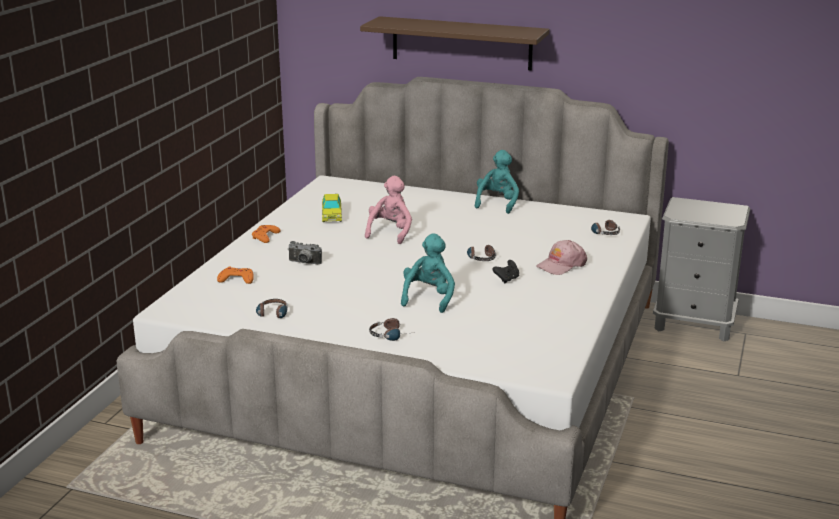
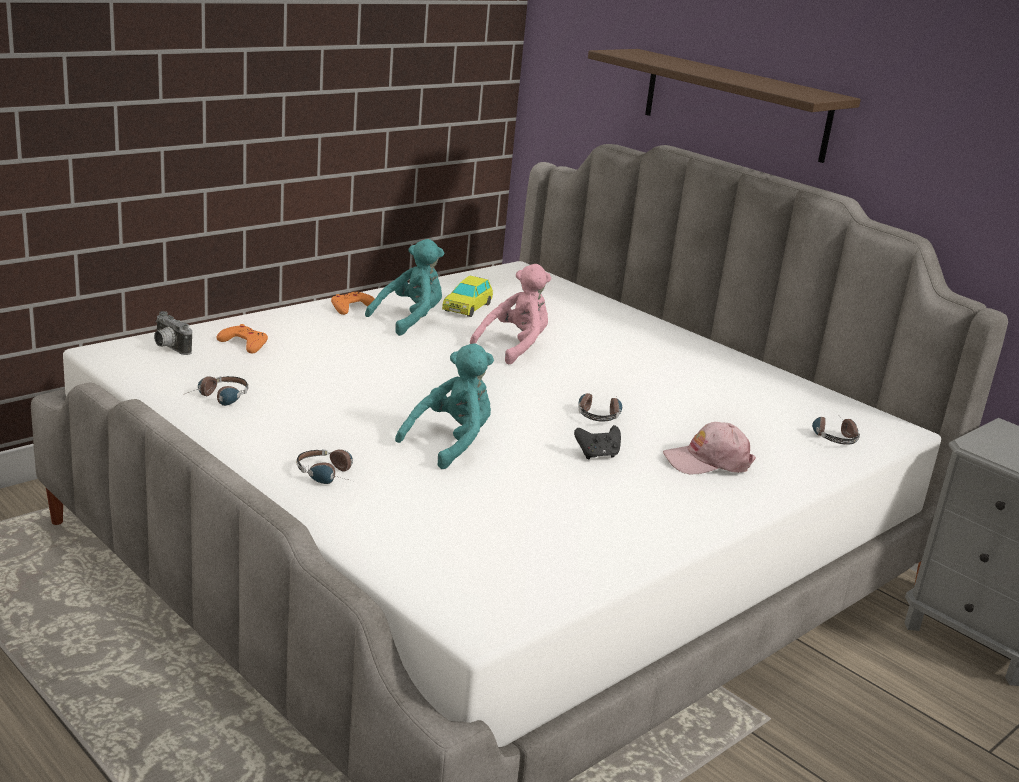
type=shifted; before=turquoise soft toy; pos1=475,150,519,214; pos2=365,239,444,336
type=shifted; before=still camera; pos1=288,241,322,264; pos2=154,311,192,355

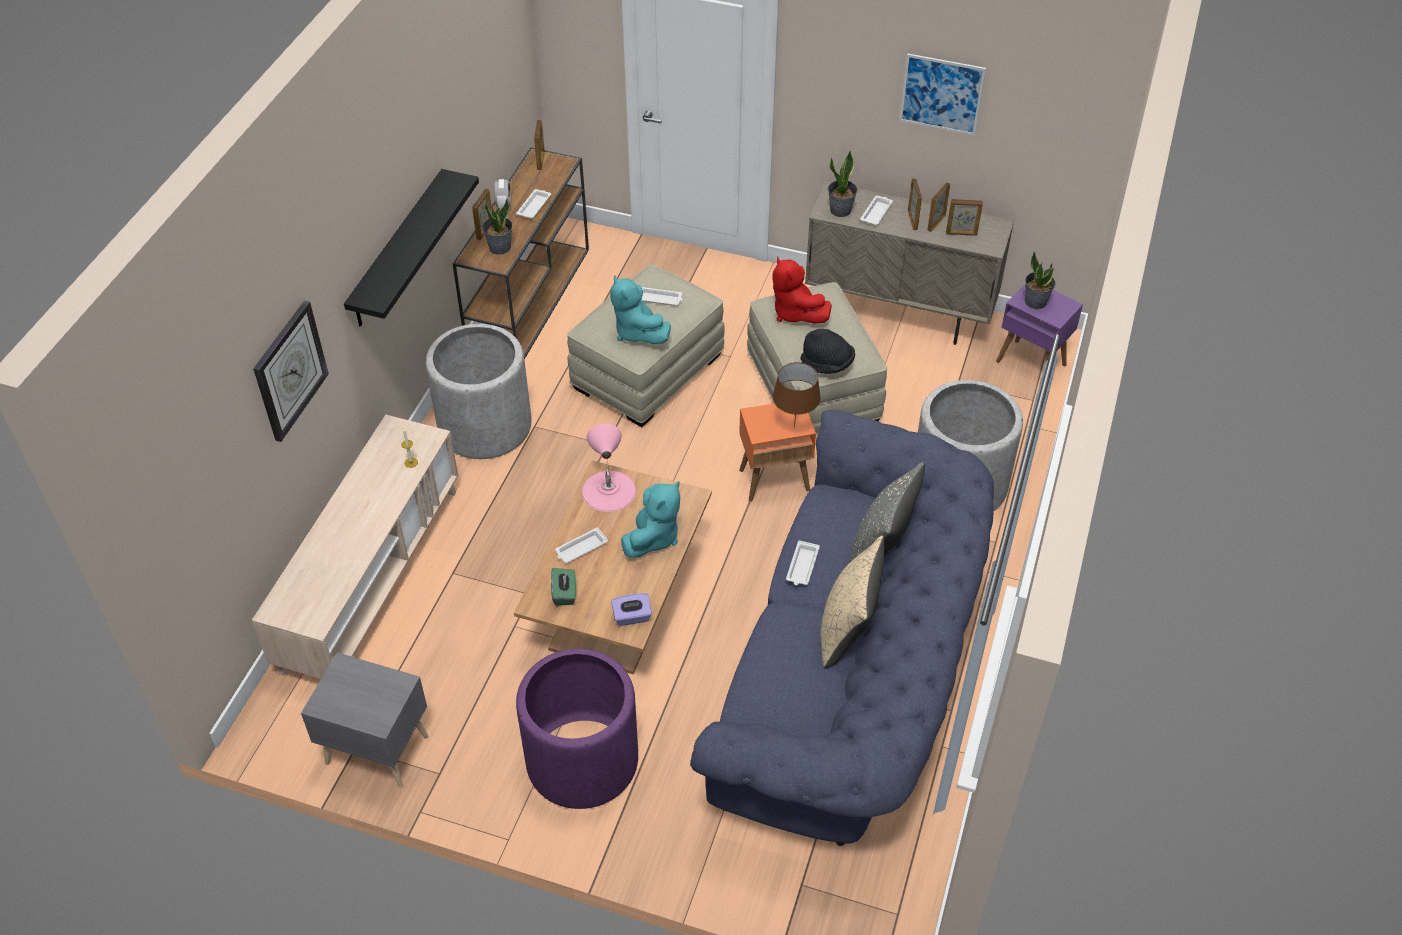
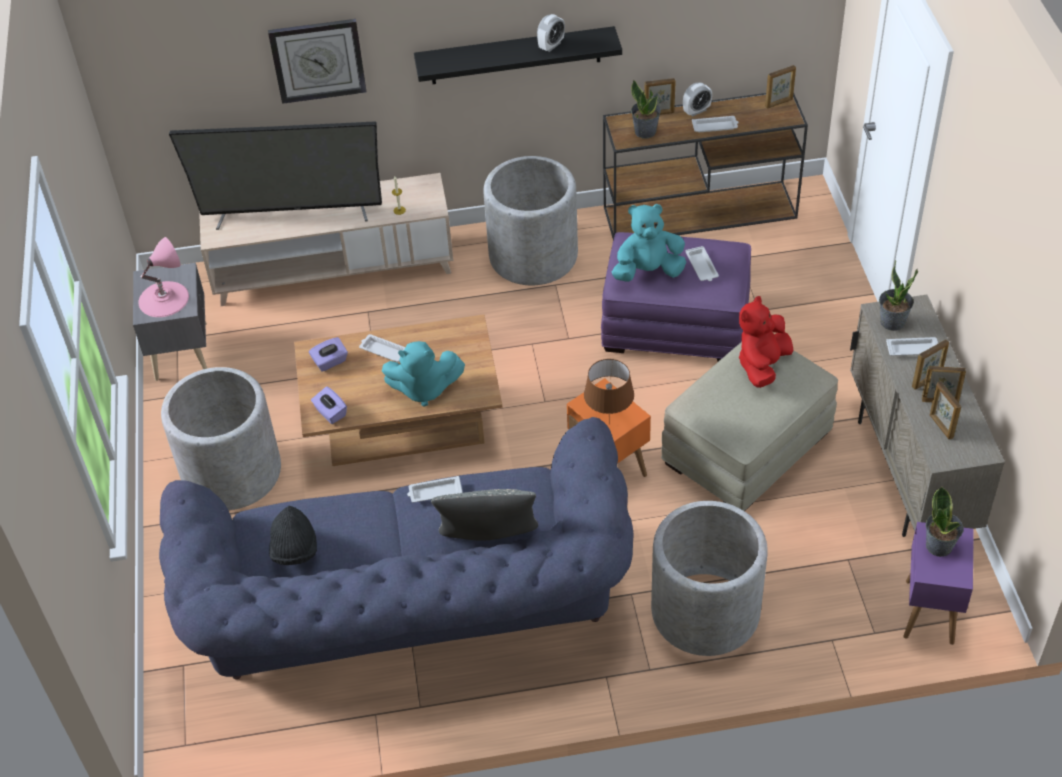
type=gone; before=wall art; pos1=899,53,986,136
type=repainted; before=beige-coloured ottoman; after=purplish ottoman; pos1=567,265,725,427; pos2=601,232,751,362
type=rotated; before=turquoise soft toy; pos1=610,275,671,344; pos2=612,204,686,282; turn=45
type=shifted; before=black clothing hat; pos1=800,329,855,374; pos2=269,506,317,565
type=shifted; before=pinkish table lamp; pos1=582,424,636,512; pos2=138,237,189,317
type=gone; before=beige-coloured pillow; pos1=821,536,885,669
type=repainted; before=green-coloured tissue box; after=purplish tissue box; pos1=551,568,576,606; pos2=309,337,348,372
type=repainted; before=purplish plant pot; after=greyish plant pot; pos1=516,649,638,809; pos2=161,367,281,510
type=new; after=alarm clock; pos2=537,14,565,52
type=new; after=TV set; pos2=169,121,382,230

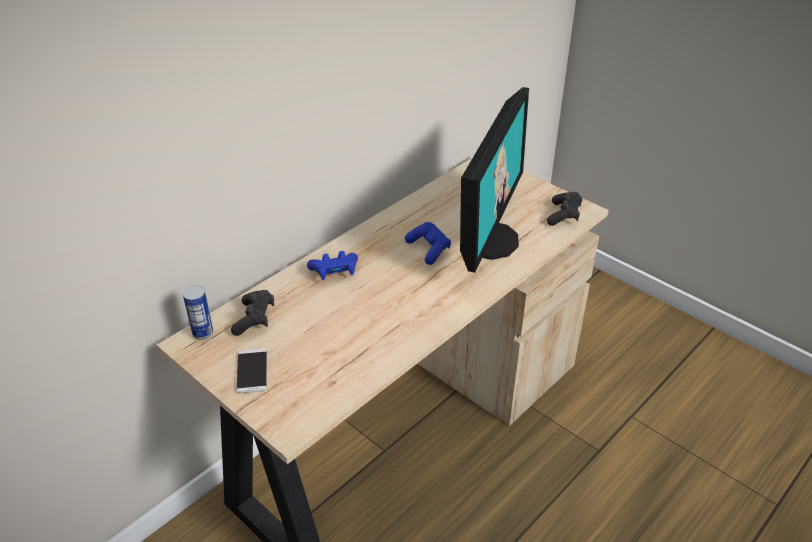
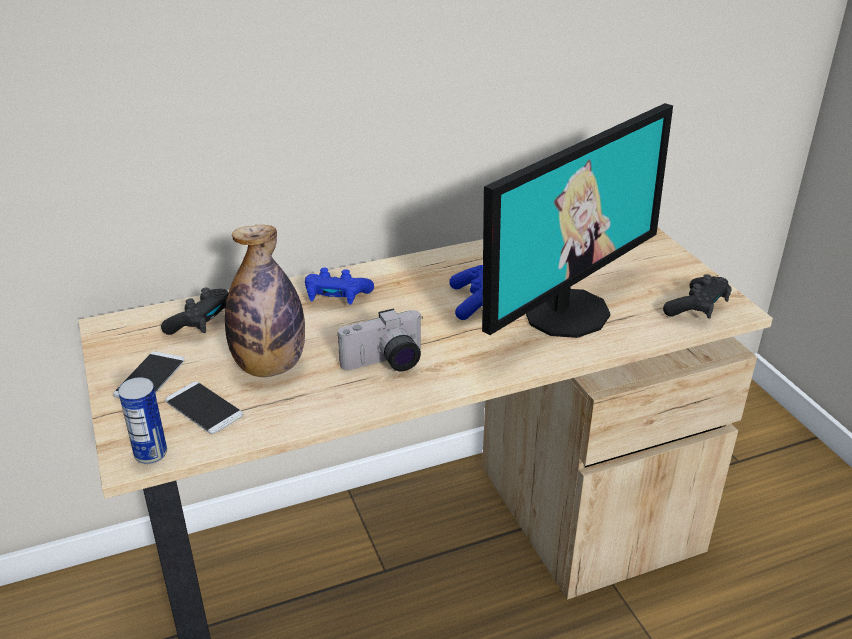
type=shifted; before=can; pos1=183,285,213,340; pos2=118,377,167,464
type=new; after=drink bottle; pos2=225,225,305,377
type=new; after=still camera; pos2=338,309,423,371
type=new; after=telephone; pos2=165,382,243,434

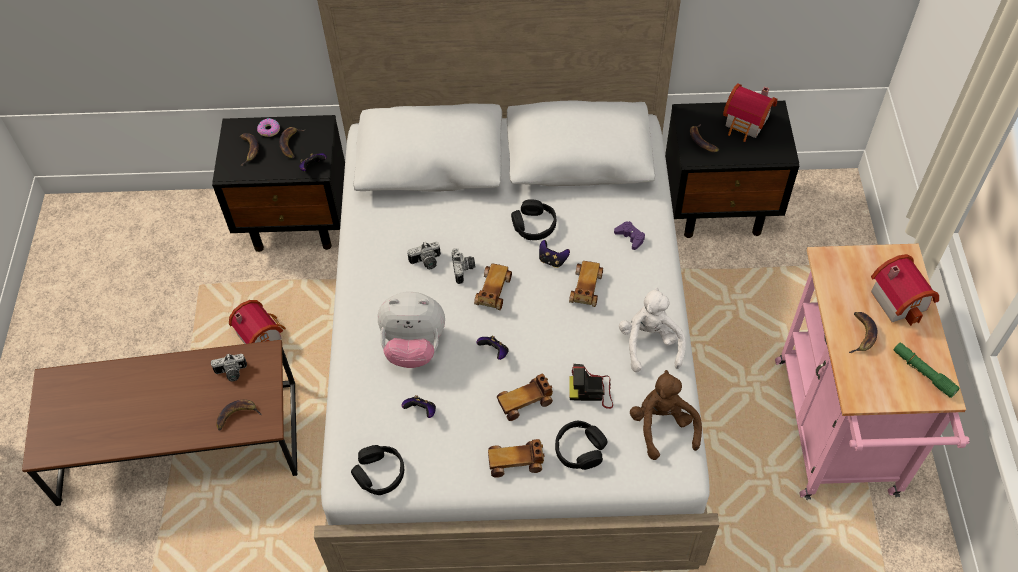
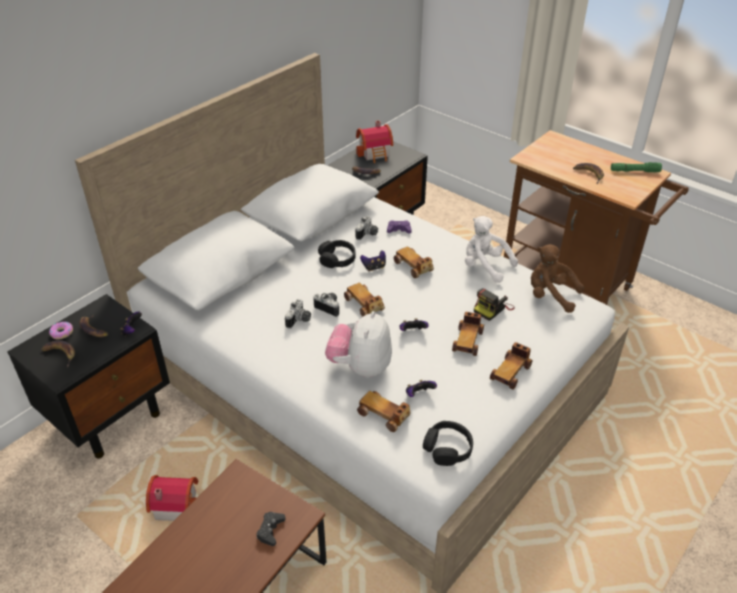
type=repainted; before=pinkish wheeled cart; after=brown-coloured wheeled cart; pos1=775,244,969,500; pos2=504,130,689,305
type=gone; before=toy house; pos1=871,254,939,326
type=rotated; before=soft toy; pos1=378,292,445,368; pos2=325,311,392,378; turn=150
type=shifted; before=still camera; pos1=211,354,247,381; pos2=355,216,378,240
type=swapped; before=whole banana; after=black joypad; pos1=216,400,262,430; pos2=256,512,286,546
type=gone; before=black headphones; pos1=555,420,607,470
type=new; after=toy car; pos2=357,391,411,432

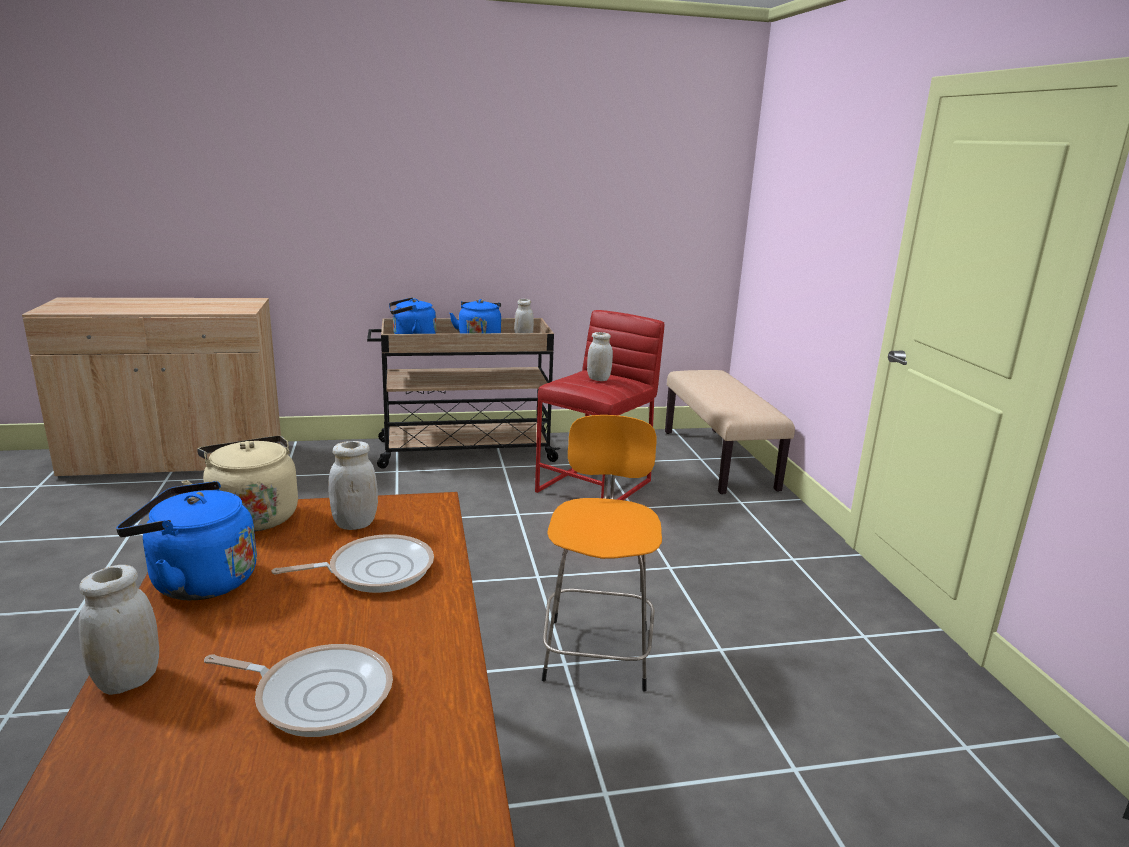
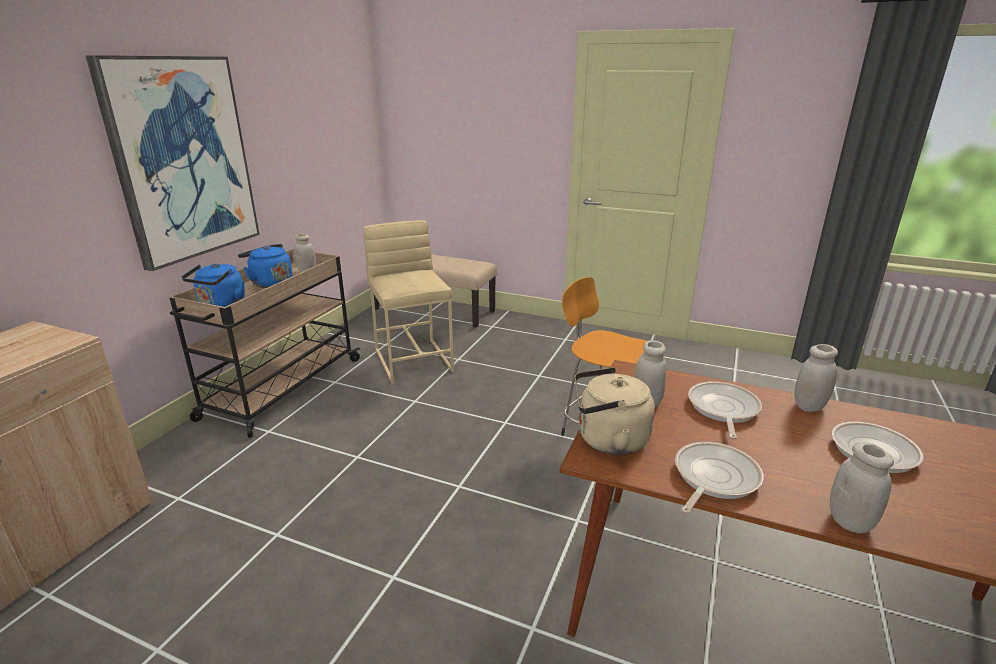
type=repainted; before=red stool seat; after=beige-coloured stool seat; pos1=535,310,664,500; pos2=363,220,454,384
type=shifted; before=whitish jar; pos1=587,332,613,381; pos2=794,344,838,412
type=swapped; before=bluish kettle; after=pan; pos1=116,481,257,600; pos2=675,442,764,514
type=new; after=wall art; pos2=85,55,260,271

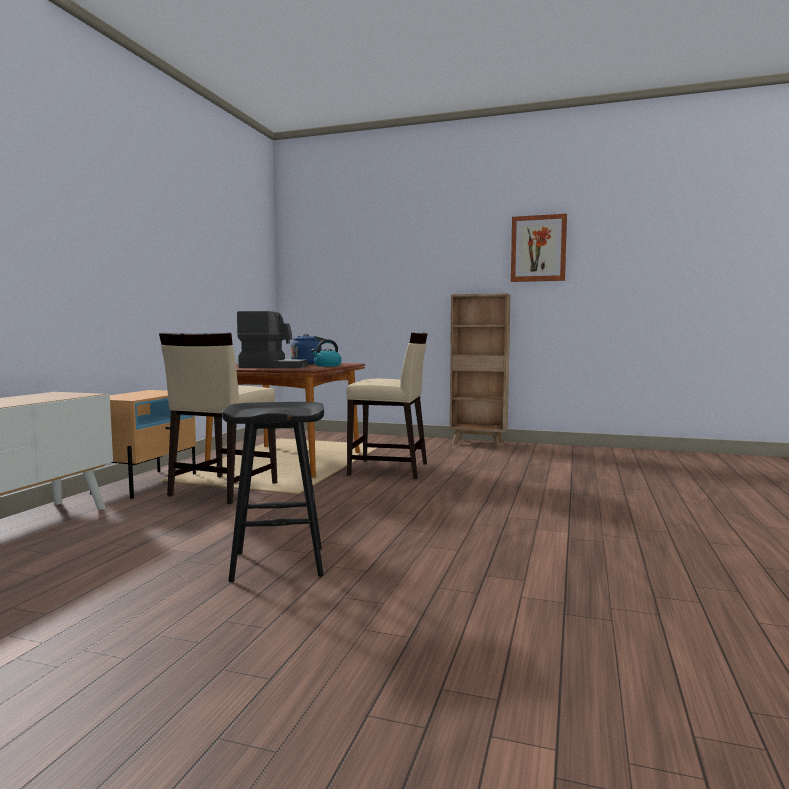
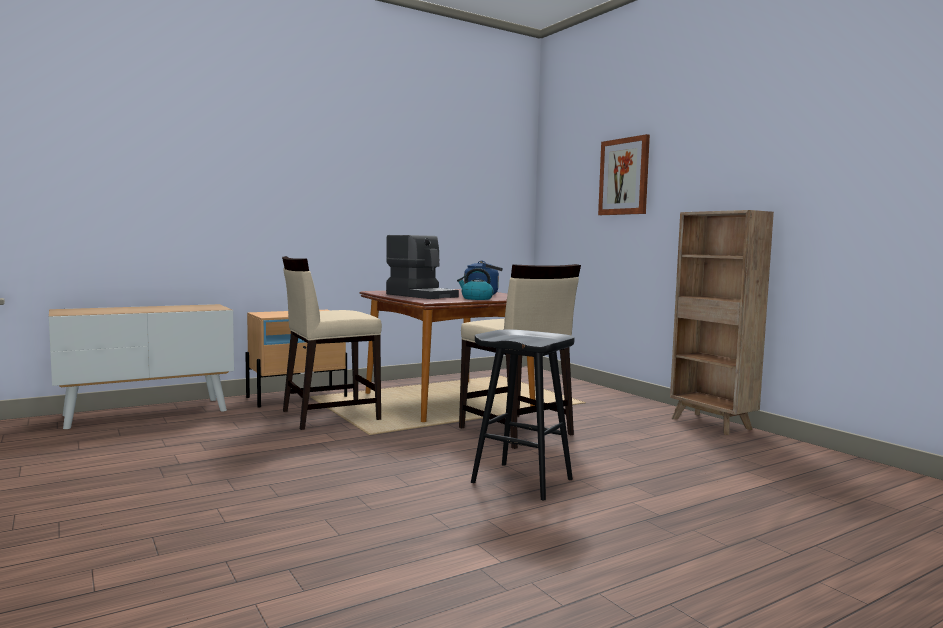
type=shifted; before=wall art; pos1=511,214,567,282; pos2=598,134,650,215
type=shifted; before=black stool seat; pos1=222,402,324,582; pos2=471,329,575,500

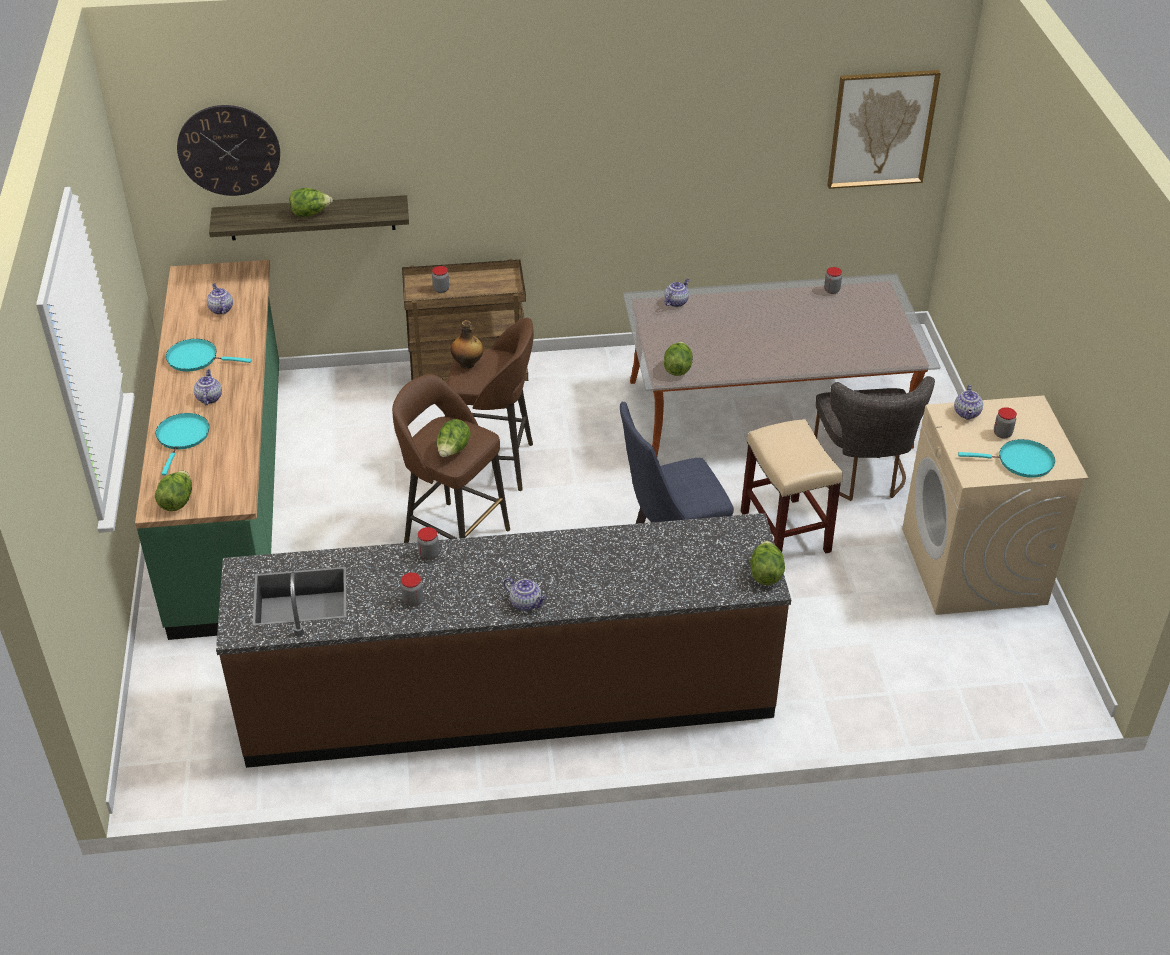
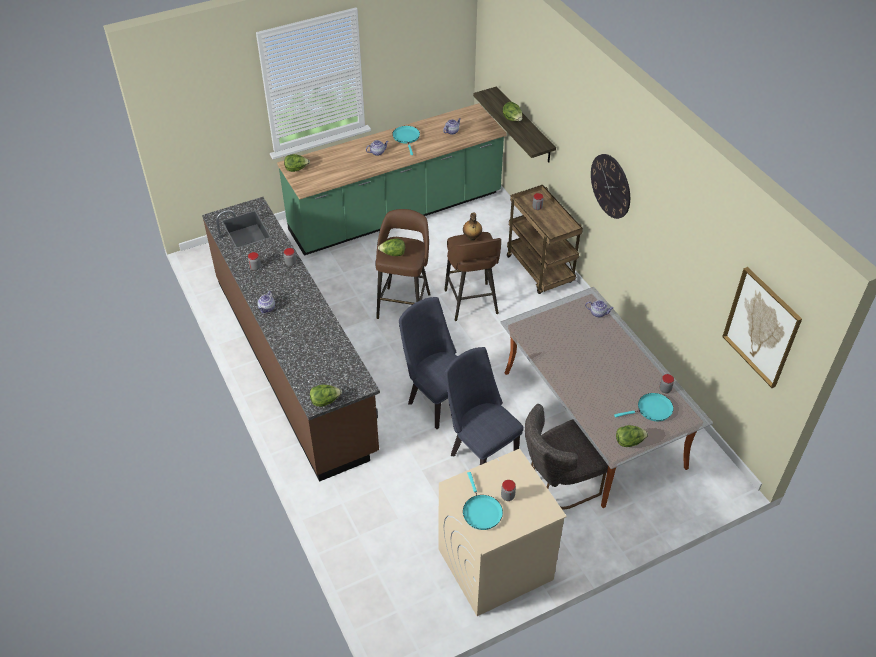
type=shifted; before=wall clock; pos1=177,105,280,196; pos2=591,154,630,219
type=shifted; before=head of lettuce; pos1=664,342,693,376; pos2=616,425,648,447
type=gone; before=tea pot; pos1=954,385,983,420
type=shifted; before=turquoise pan; pos1=156,413,209,475; pos2=614,393,673,421
type=swapped; before=beige-coloured stool seat; after=bluish plain chair; pos1=741,419,843,554; pos2=445,347,524,465

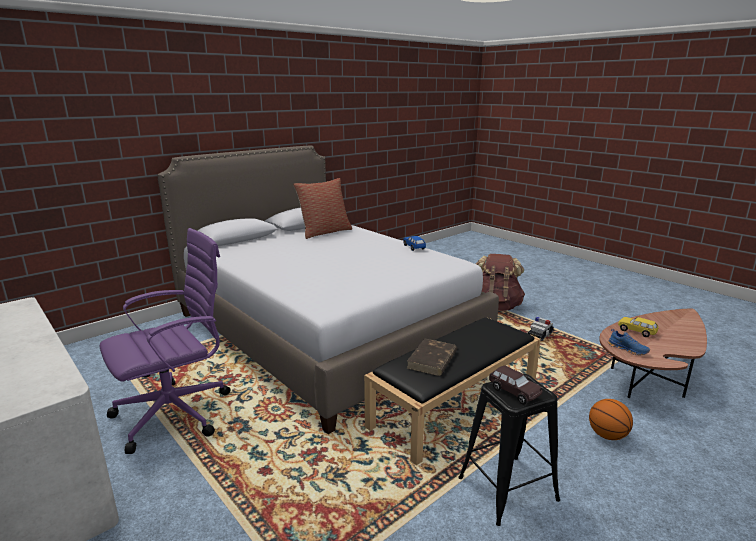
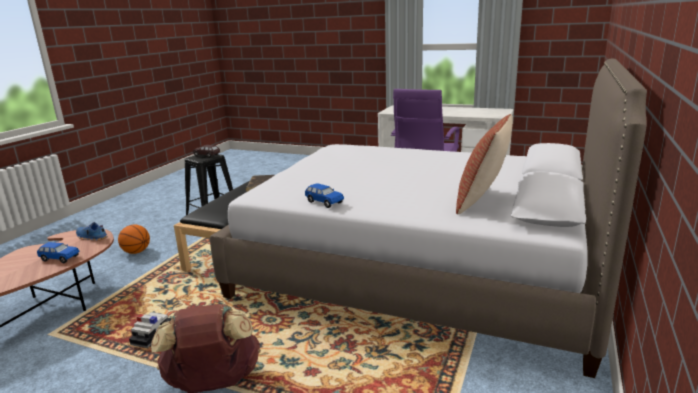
type=repainted; before=yellow toy car; after=bluish toy car; pos1=618,317,659,337; pos2=37,242,79,263

